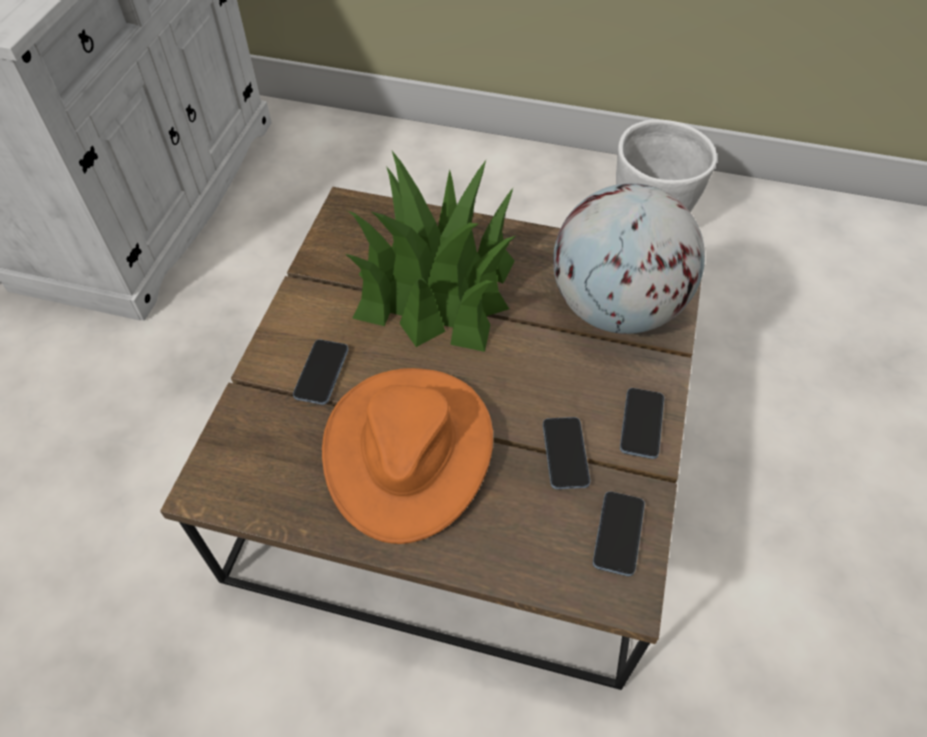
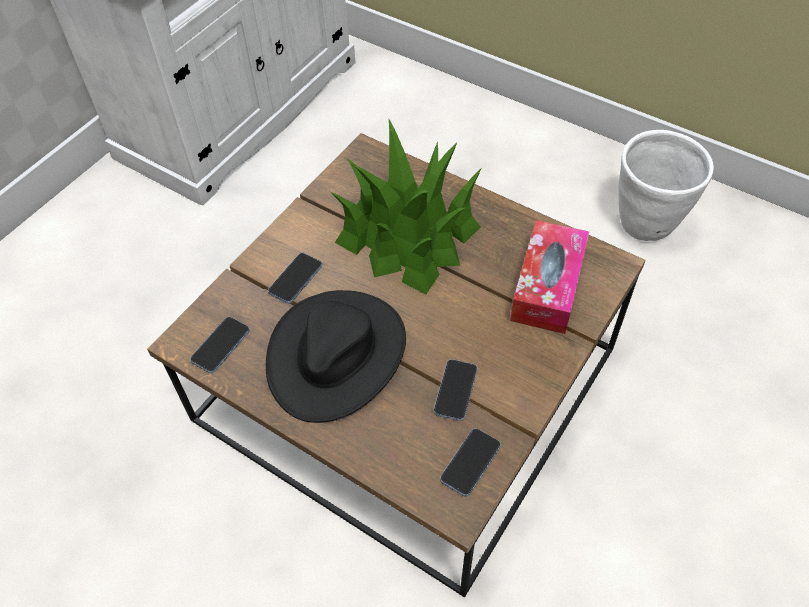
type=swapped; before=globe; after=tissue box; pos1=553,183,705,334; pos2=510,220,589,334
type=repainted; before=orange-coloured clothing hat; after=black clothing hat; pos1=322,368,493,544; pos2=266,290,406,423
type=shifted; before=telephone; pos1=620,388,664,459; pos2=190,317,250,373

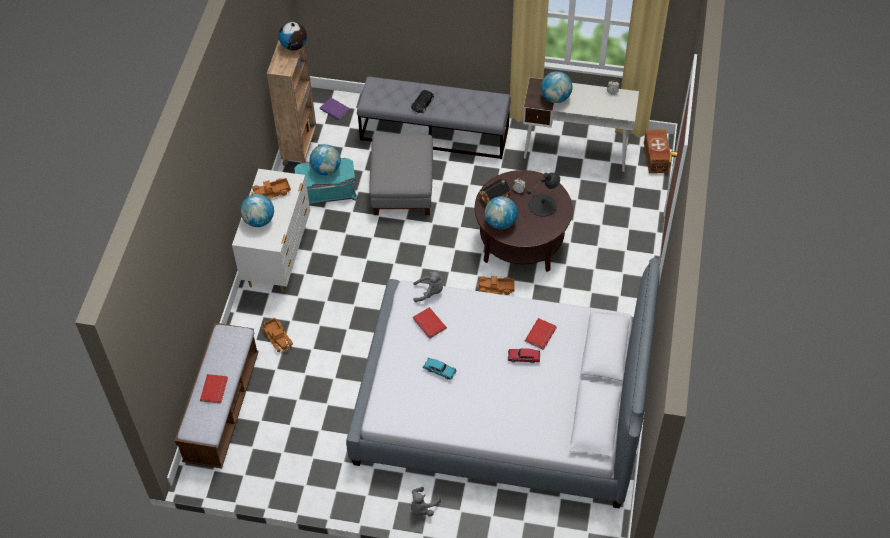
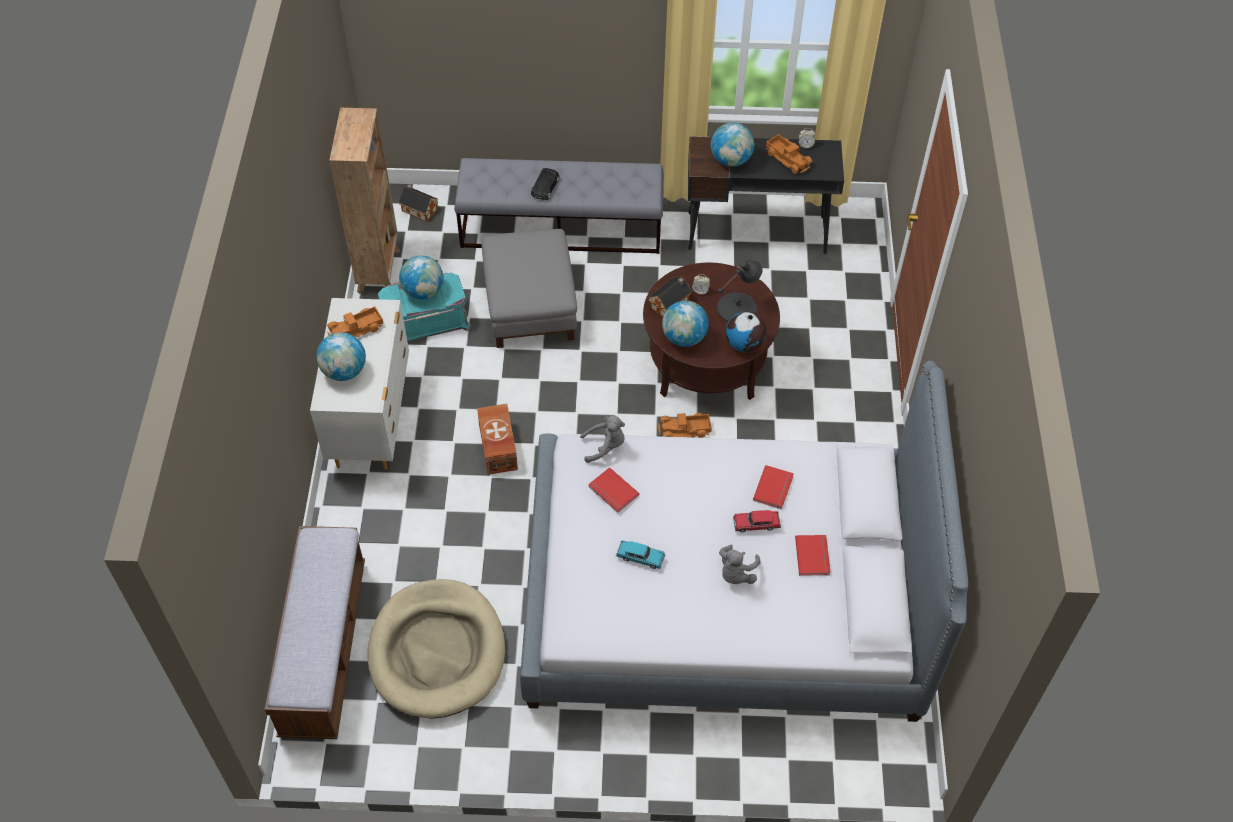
type=shifted; before=globe; pos1=278,22,307,51; pos2=726,312,767,352
type=repainted; before=whitish desk table; after=black desk table; pos1=523,77,639,172; pos2=688,136,844,254
type=swapped; before=purplish bound book; after=toy house; pos1=320,98,350,120; pos2=398,184,438,222
type=shifted; before=brown-coloured storage box; pos1=644,129,671,173; pos2=477,404,518,475
type=shifted; before=toy lorry; pos1=263,318,293,353; pos2=766,134,812,174
type=shifted; before=red bound book; pos1=200,374,228,404; pos2=795,535,831,576
type=shifted; before=greyish soft toy; pos1=411,487,441,517; pos2=719,545,760,584
type=new; after=beige-coloured pet bed; pos2=368,579,505,719

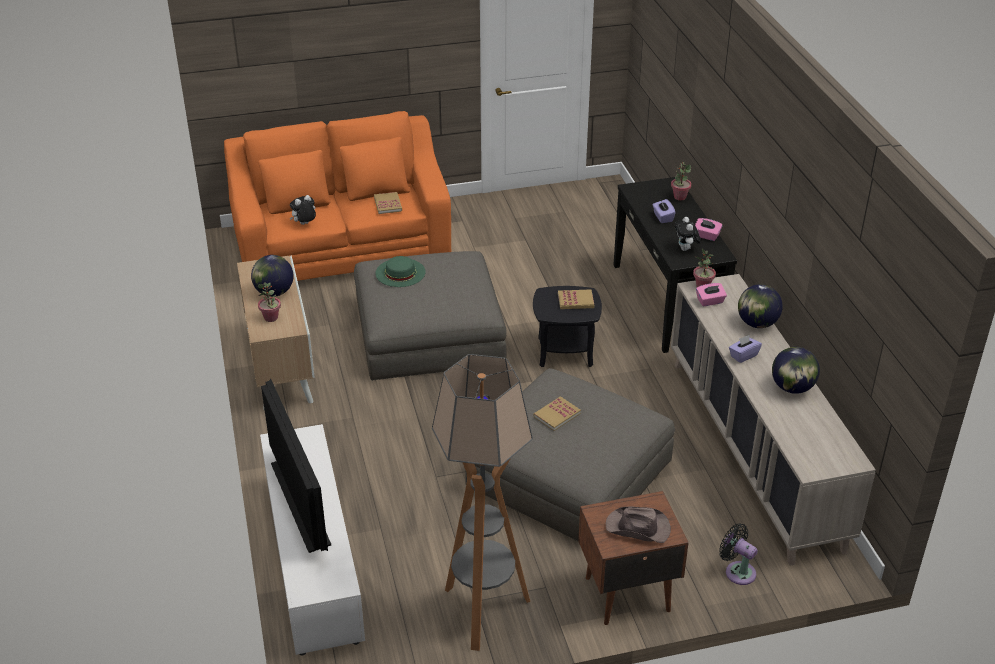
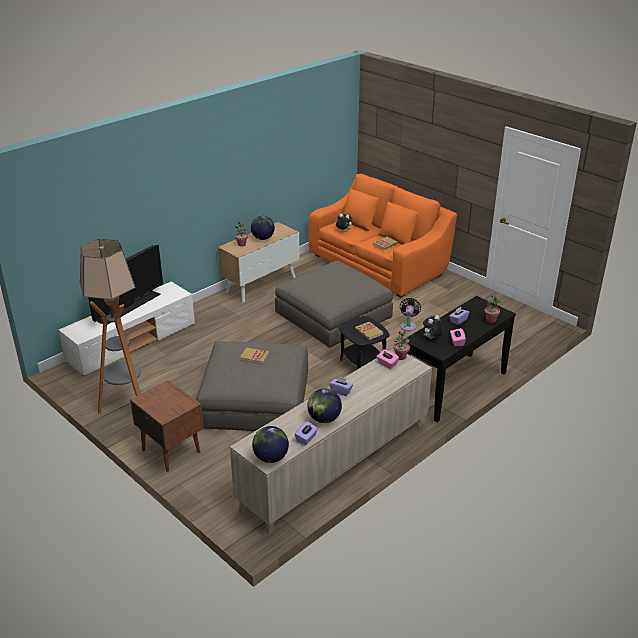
type=gone; before=green-coloured clothing hat; pos1=375,256,426,287
type=shifted; before=globe; pos1=738,284,783,328; pos2=252,426,289,463
type=gone; before=brown-coloured clothing hat; pos1=606,507,671,543
type=shifted; before=black fan; pos1=719,523,758,585; pos2=400,298,421,331
type=new; after=purplish tissue box; pos2=295,421,318,445

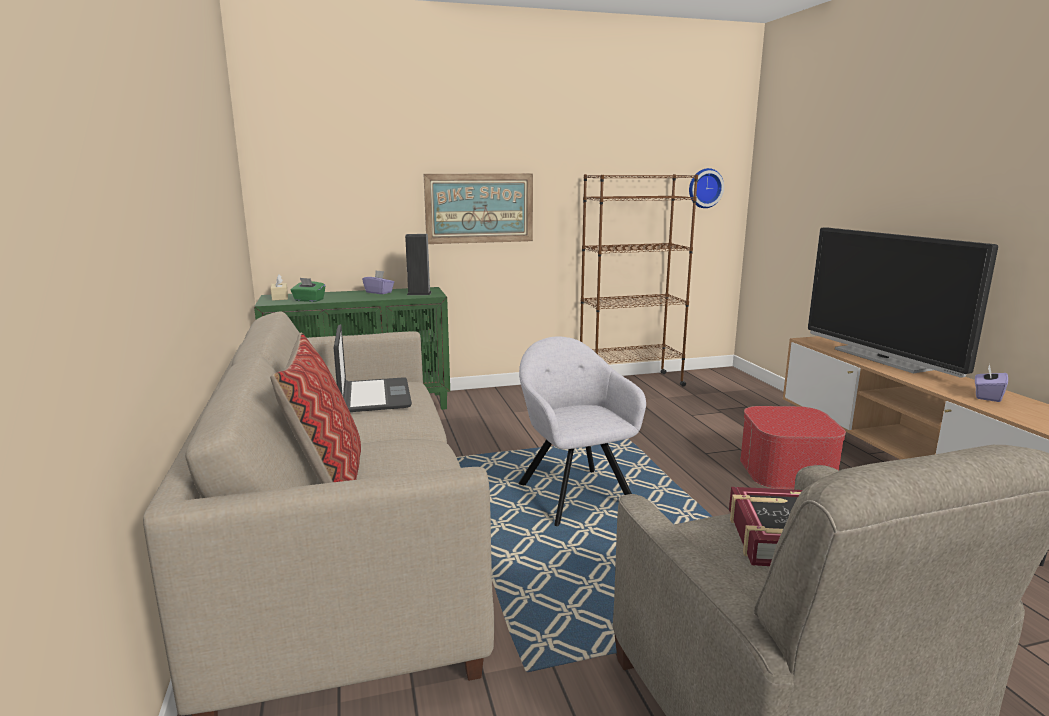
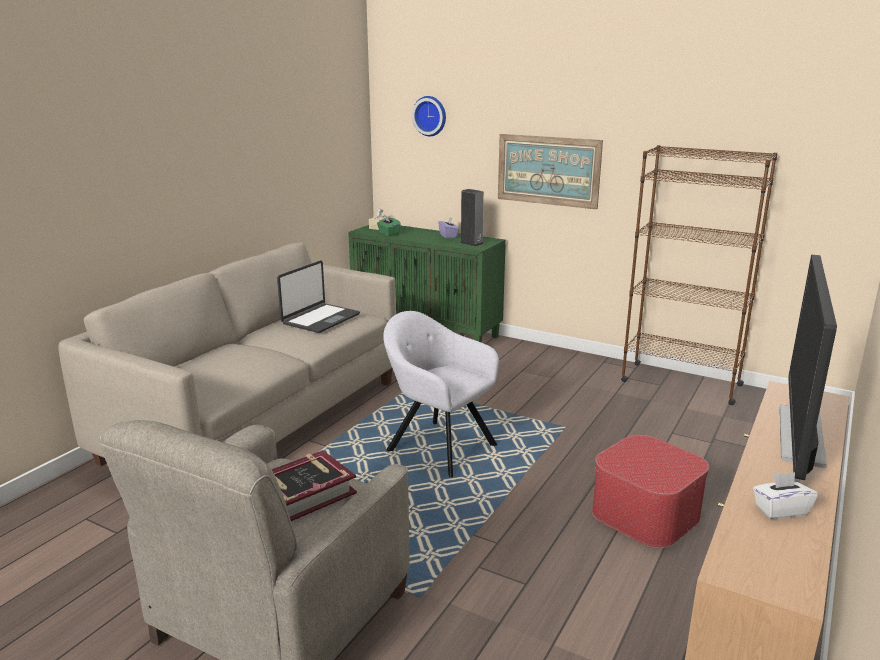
type=shifted; before=wall clock; pos1=689,168,724,208; pos2=412,96,446,136
type=gone; before=pillow; pos1=270,333,361,484
type=rotated; before=greyish armchair; pos1=518,336,646,526; pos2=383,311,499,477; turn=-75
type=repainted; before=purplish tissue box; after=whitish tissue box; pos1=975,364,1008,402; pos2=753,472,818,519

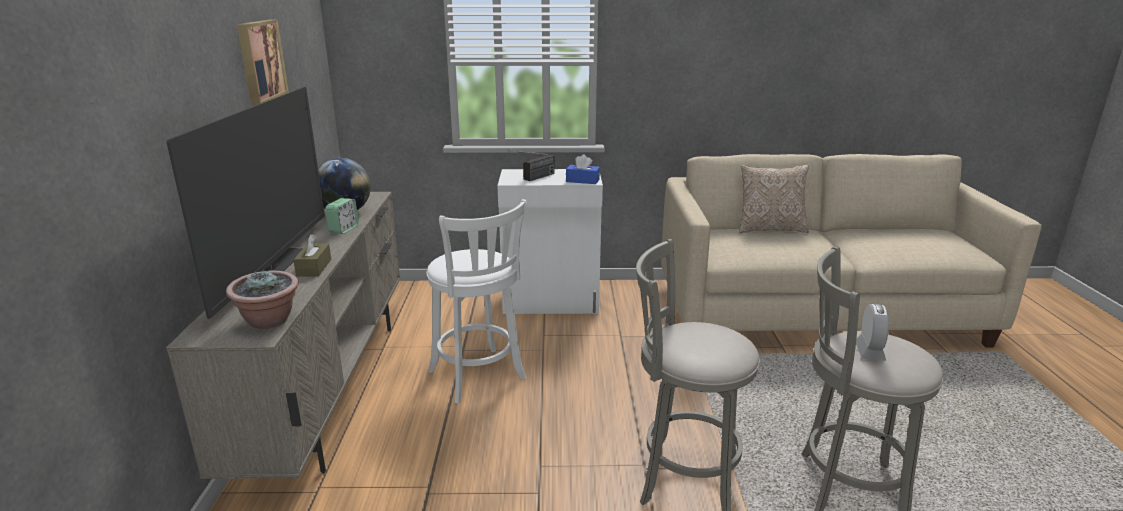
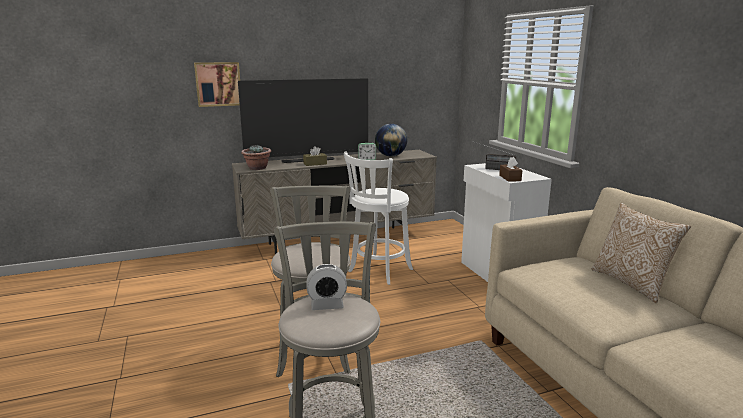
type=shifted; before=wall art; pos1=237,20,289,106; pos2=194,62,240,107
type=repainted; before=bluish tissue box; after=brown-coloured tissue box; pos1=566,154,600,184; pos2=499,157,523,182

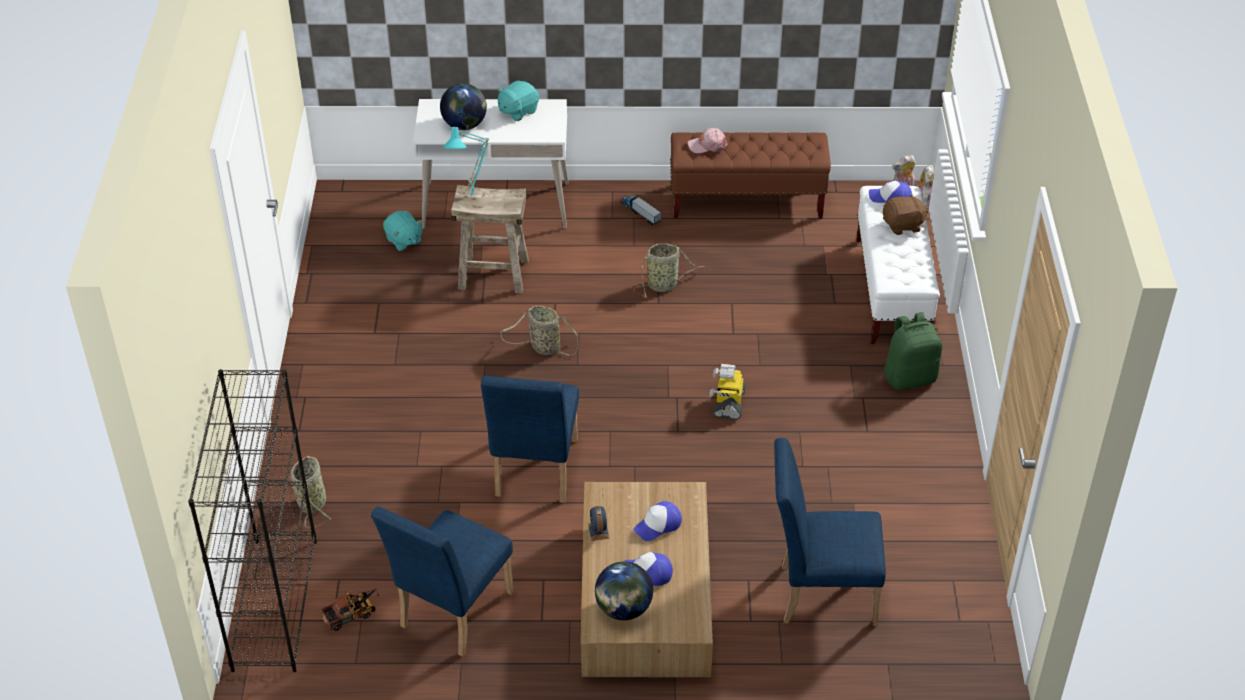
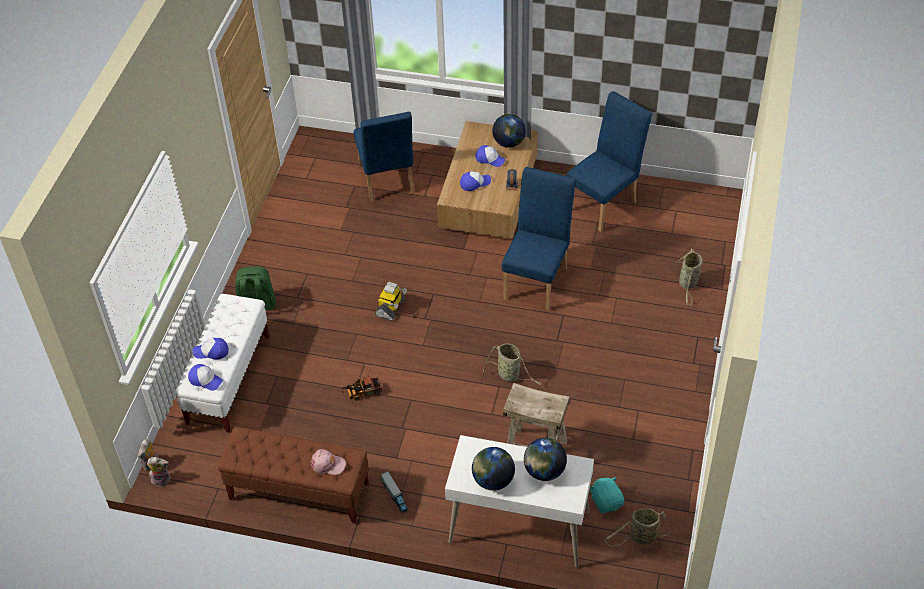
type=swapped; before=turquoise soft toy; after=globe; pos1=497,81,539,121; pos2=472,447,515,491
type=gone; before=turquoise table lamp; pos1=443,127,489,197
type=swapped; before=brown-coloured soft toy; after=peaked cap; pos1=883,193,928,235; pos2=193,338,229,360
type=shifted; before=household basket; pos1=633,243,704,298; pos2=605,508,671,547
type=gone; before=black bookshelf; pos1=188,369,317,672
type=rotated; before=bluish plain chair; pos1=774,438,886,626; pos2=353,112,414,202; turn=60
type=shifted; before=toy lorry; pos1=321,588,379,631; pos2=342,375,382,400

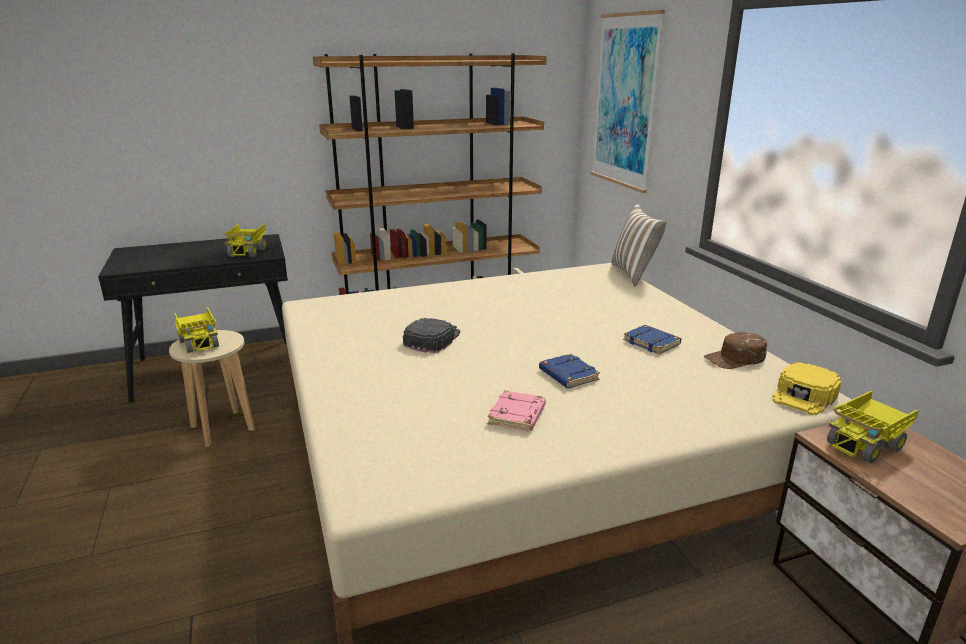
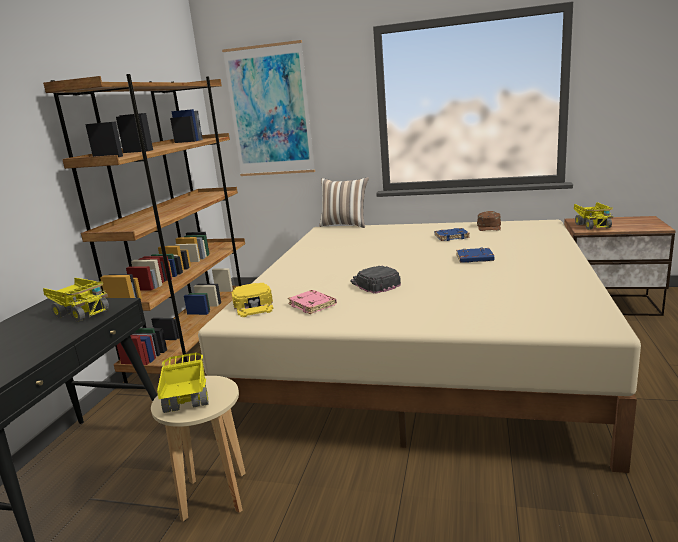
type=rotated; before=toy lorry; pos1=174,307,219,353; pos2=157,353,209,413; turn=-105
type=shifted; before=yellow peaked cap; pos1=773,362,841,415; pos2=231,283,273,317
type=shifted; before=pinkish bound book; pos1=488,390,546,431; pos2=288,290,337,314

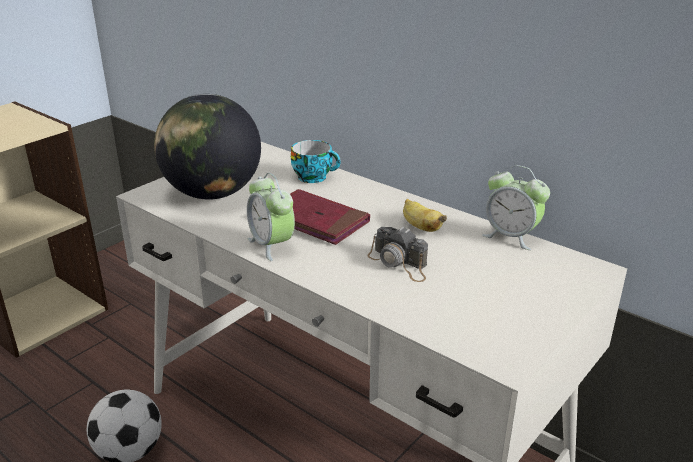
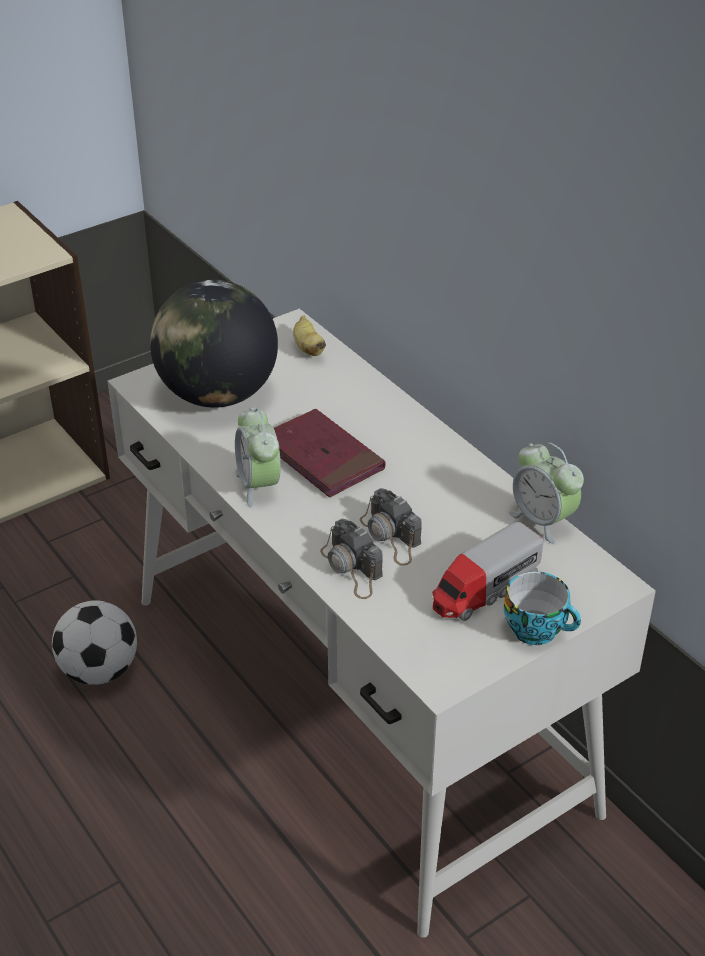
type=shifted; before=drinking cup; pos1=291,140,341,183; pos2=504,571,581,645
type=shifted; before=whole banana; pos1=403,199,447,232; pos2=293,316,326,356
type=new; after=still camera; pos2=320,519,383,599
type=new; after=toy lorry; pos2=432,522,544,621

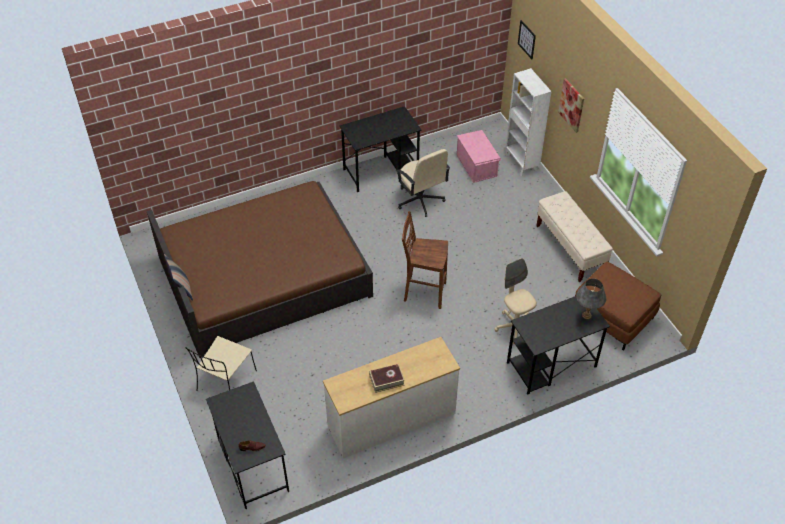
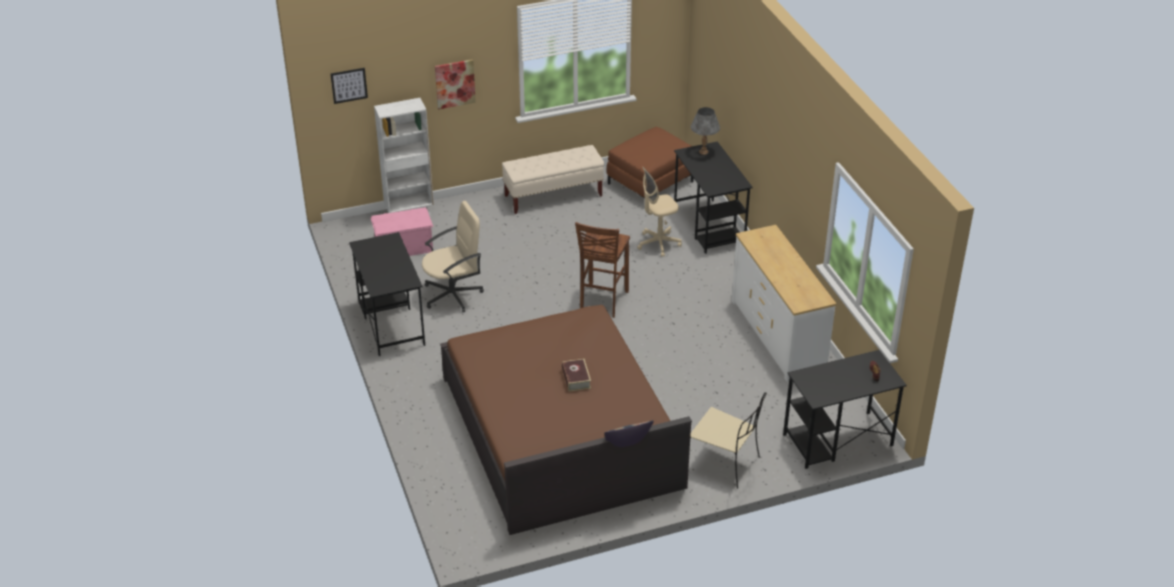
type=shifted; before=bound book; pos1=369,364,405,393; pos2=562,359,591,392

